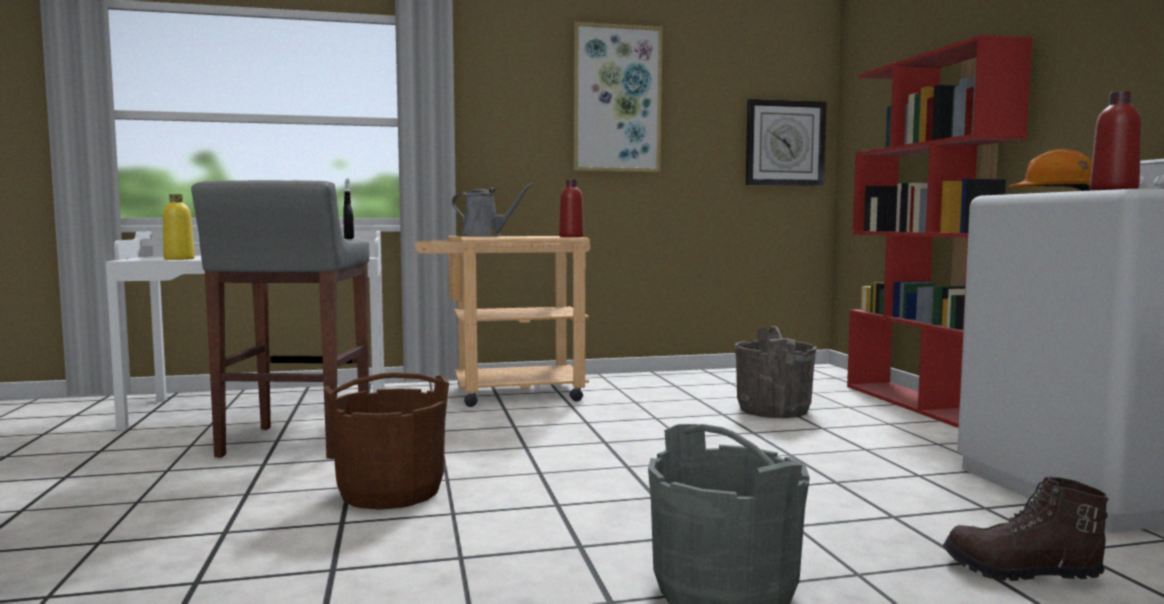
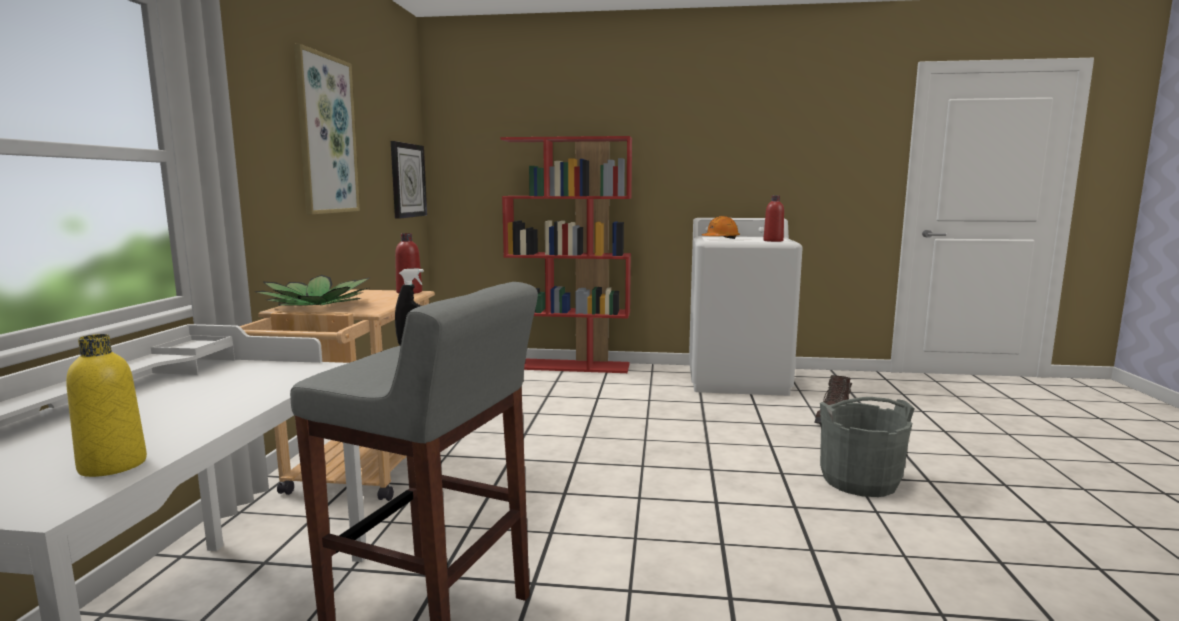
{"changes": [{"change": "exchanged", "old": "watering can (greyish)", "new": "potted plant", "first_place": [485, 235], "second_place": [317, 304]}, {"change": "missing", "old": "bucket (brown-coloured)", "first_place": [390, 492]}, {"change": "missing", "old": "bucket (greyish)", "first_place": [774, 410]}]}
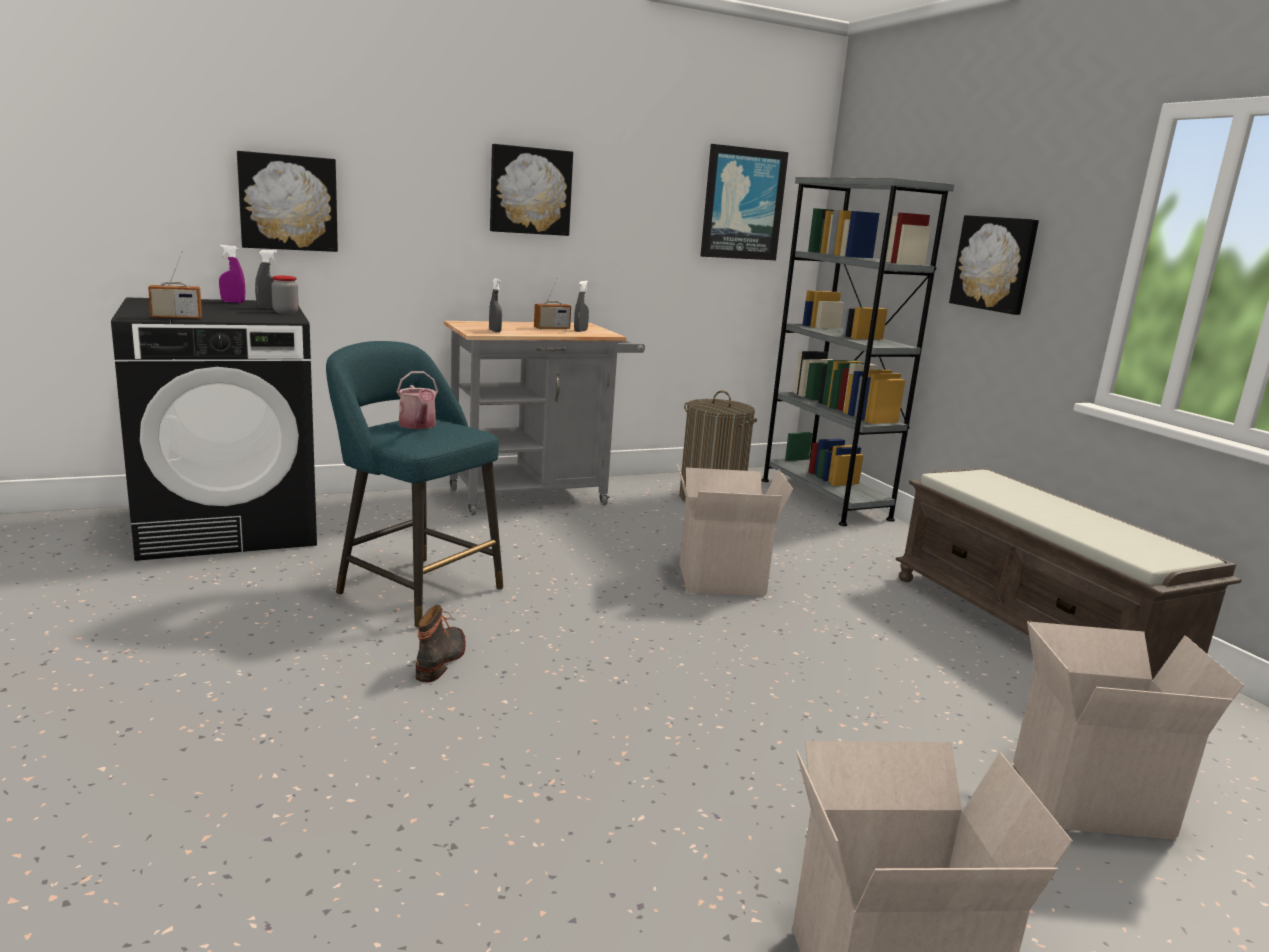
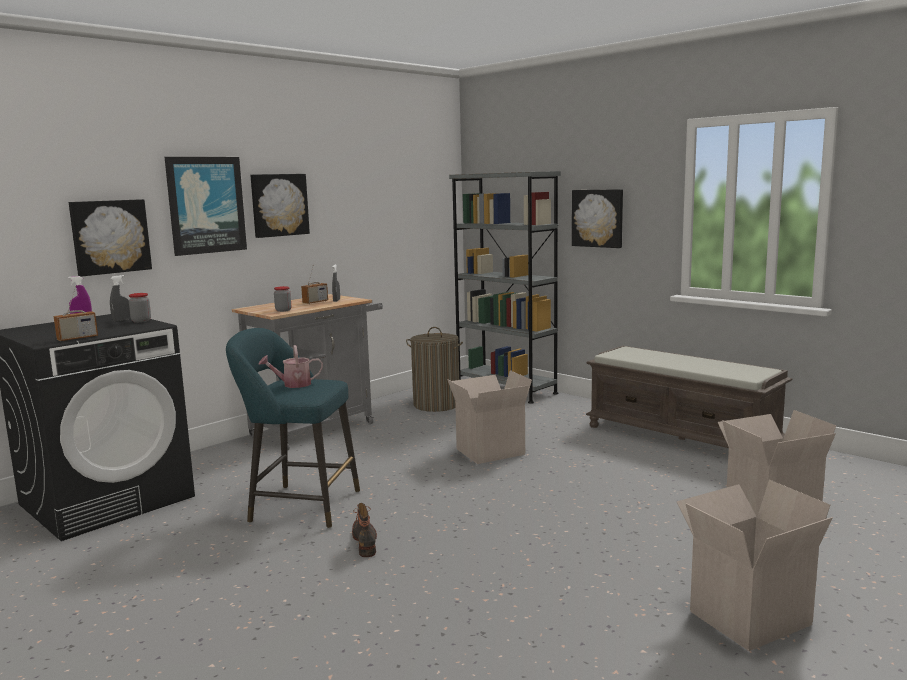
{"changes": [{"change": "relocated", "old": "picture", "first_place": [742, 204], "second_place": [206, 205]}, {"change": "spun", "old": "watering can", "first_place": [418, 426], "second_place": [293, 384], "degrees": 120}, {"change": "exchanged", "old": "spray bottle (greyish)", "new": "jar", "first_place": [495, 331], "second_place": [283, 310]}]}
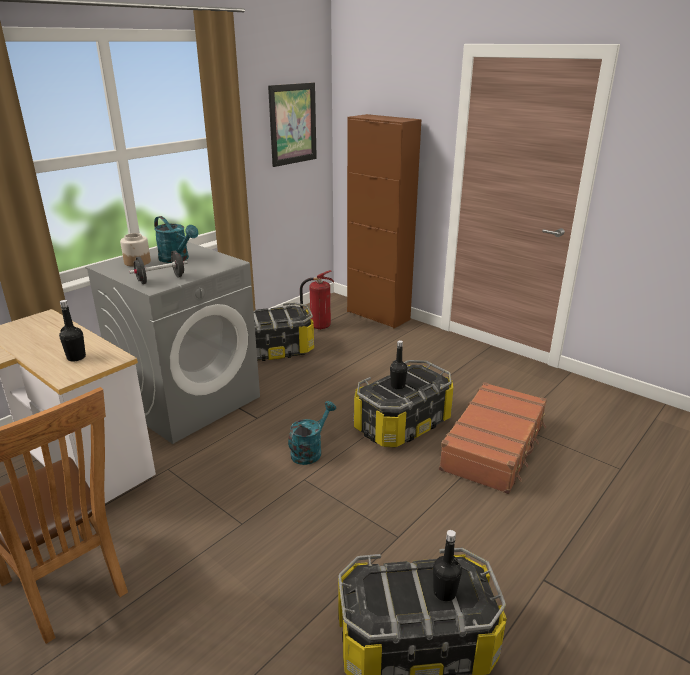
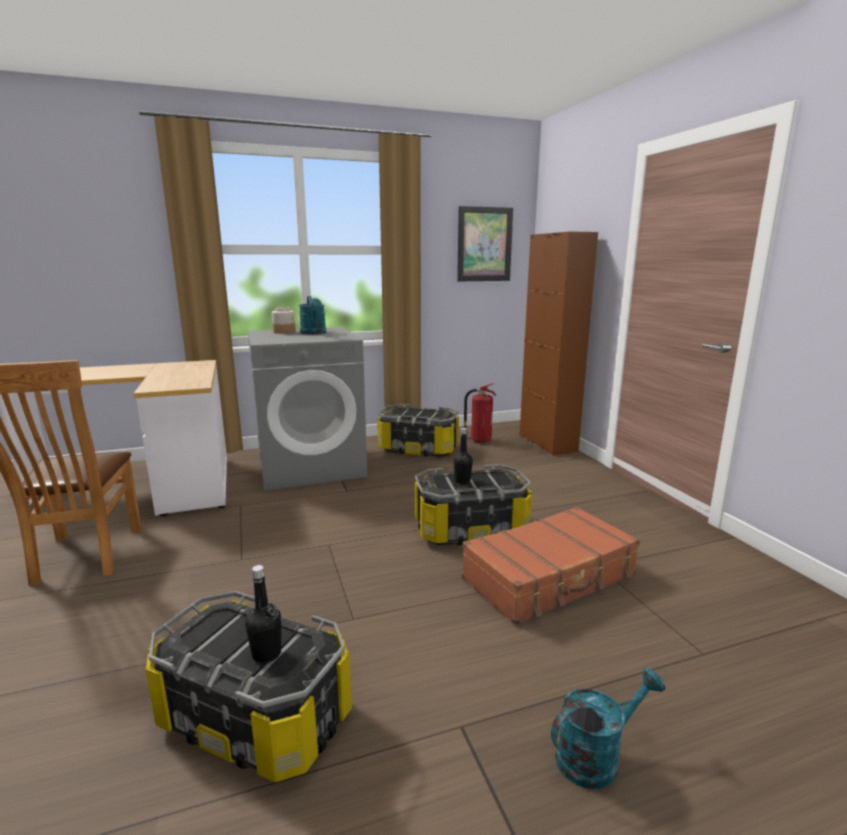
{"changes": [{"change": "relocated", "old": "watering can (blue-green)", "first_place": [310, 451], "second_place": [596, 755]}, {"change": "missing", "old": "drink bottle (blackish)", "first_place": [76, 357]}, {"change": "missing", "old": "hand weight (blackish)", "first_place": [161, 279]}]}
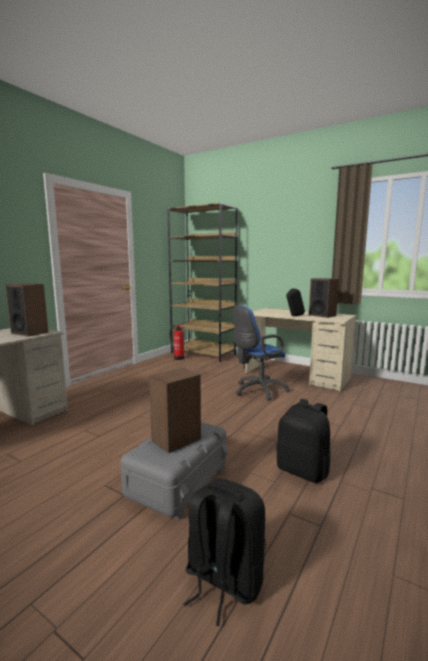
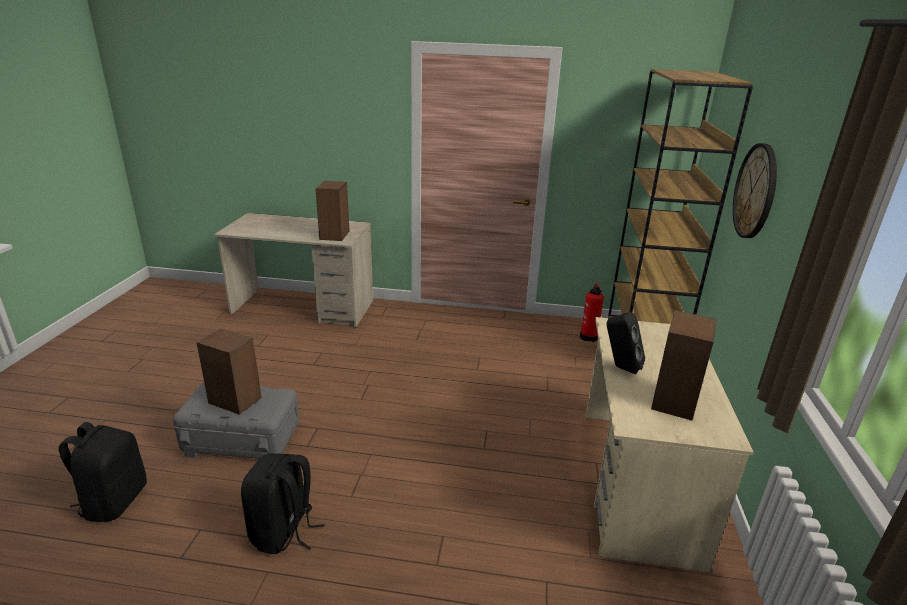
{"changes": [{"change": "appeared", "new": "wall clock", "second_place": [755, 191]}, {"change": "missing", "old": "desk chair (blue)", "first_place": [257, 391]}]}
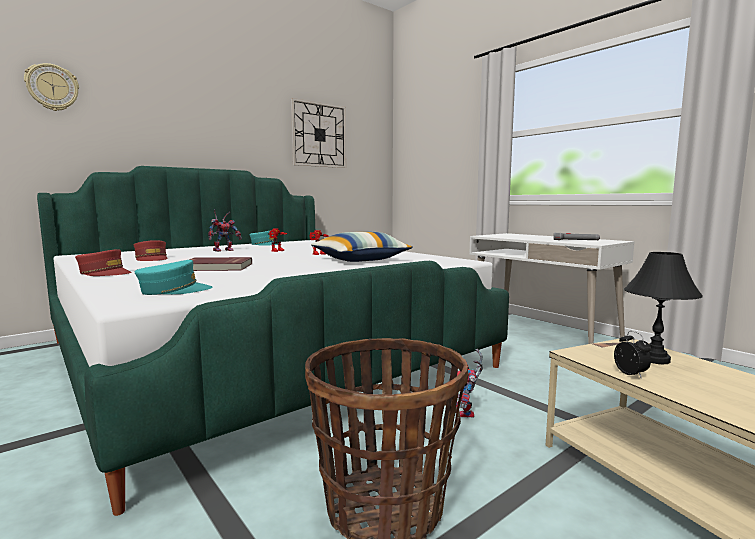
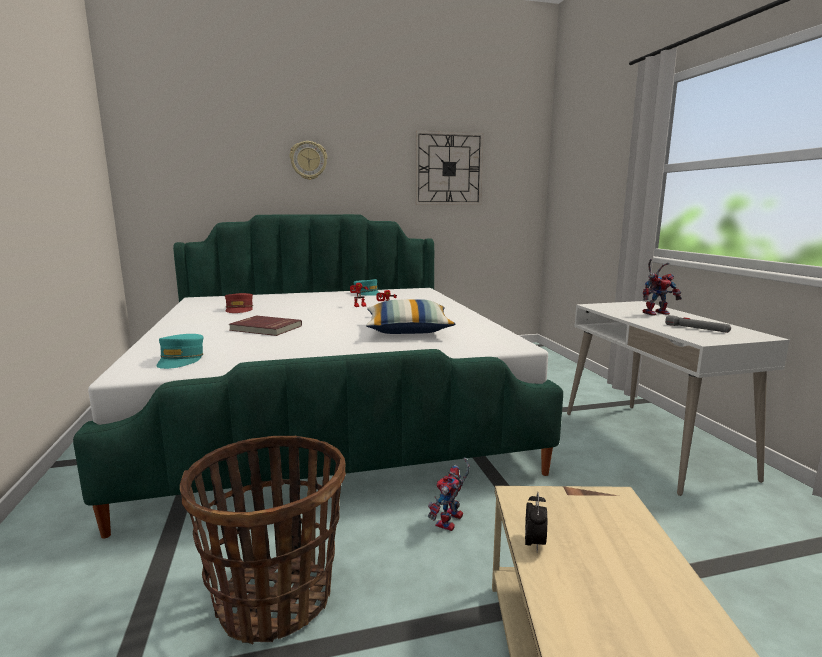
{"changes": [{"change": "spun", "old": "baseball cap (blue-green)", "first_place": [174, 291], "second_place": [181, 360], "degrees": 90}, {"change": "relocated", "old": "wall clock", "first_place": [52, 87], "second_place": [308, 160]}, {"change": "relocated", "old": "model robot", "first_place": [224, 250], "second_place": [656, 313]}, {"change": "missing", "old": "baseball cap (reddish)", "first_place": [104, 273]}, {"change": "missing", "old": "lamp for a table (blackish)", "first_place": [654, 359]}]}
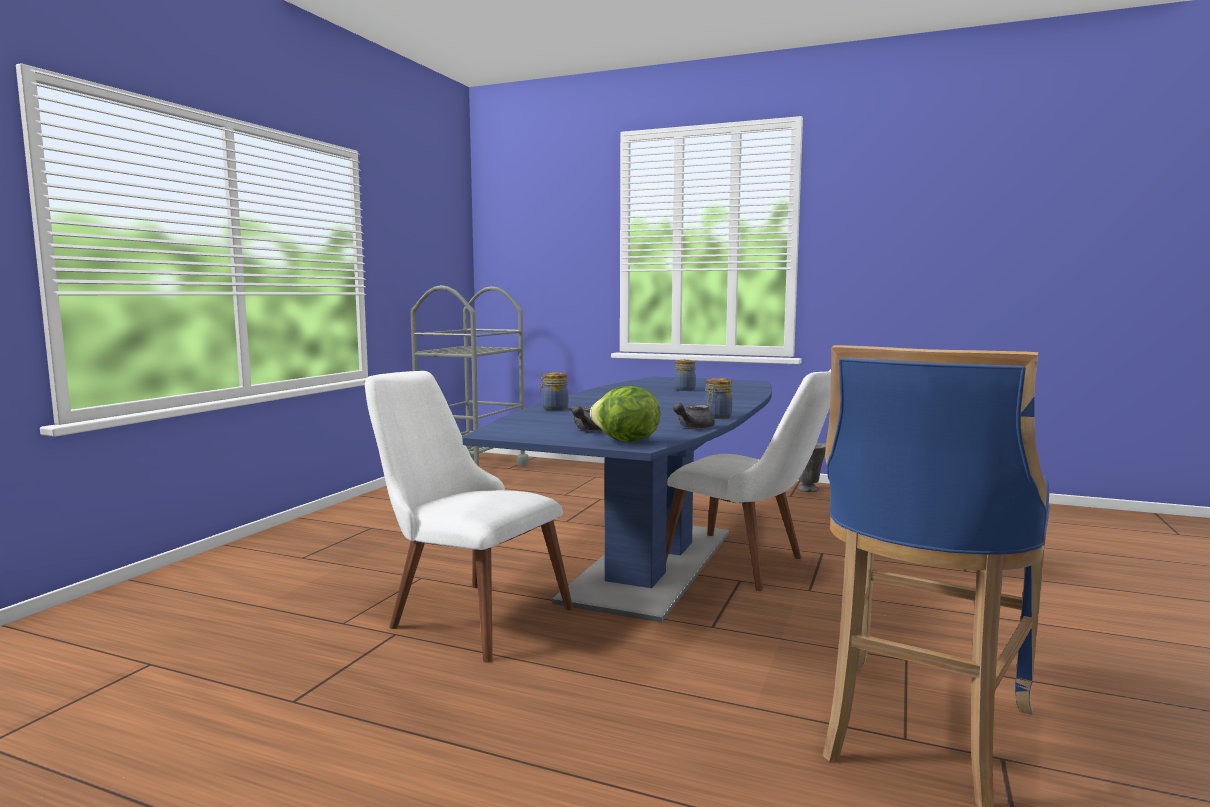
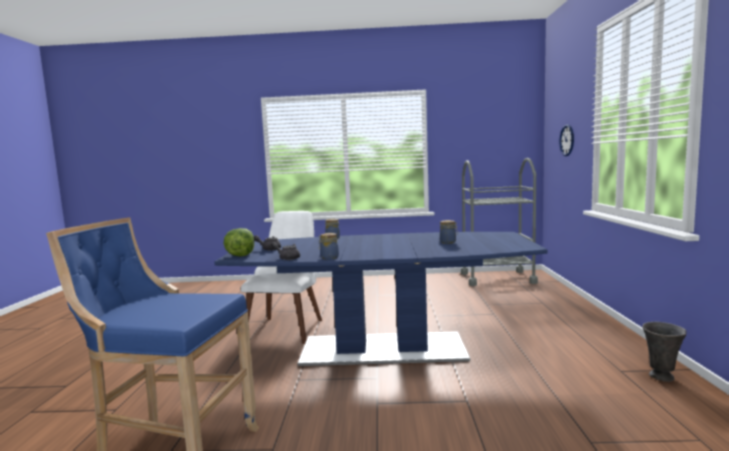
{"changes": [{"change": "appeared", "new": "wall clock", "second_place": [567, 140]}, {"change": "missing", "old": "upright chair (white-coloured)", "first_place": [750, 566]}]}
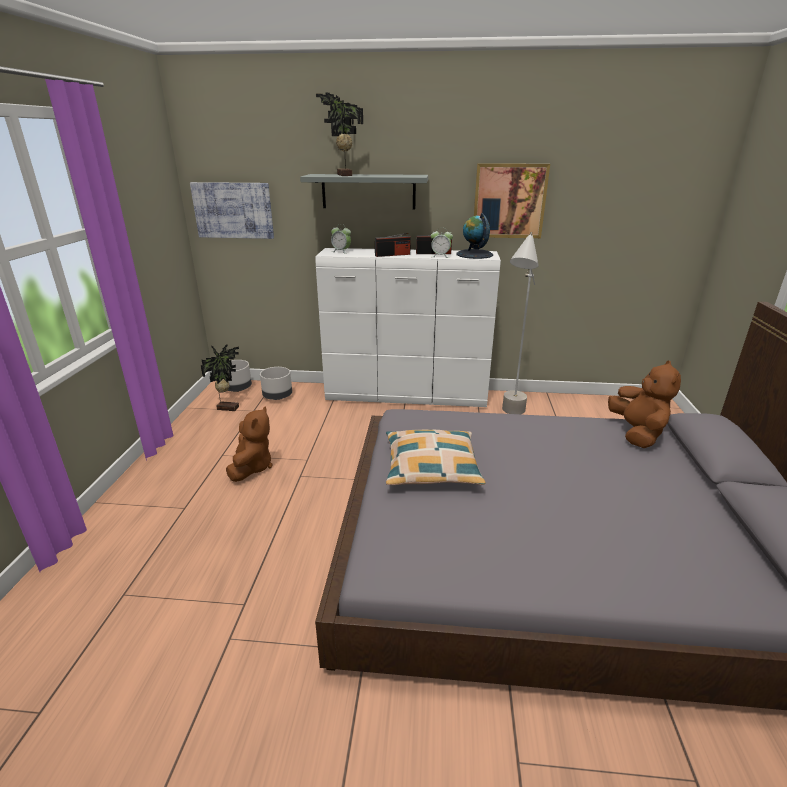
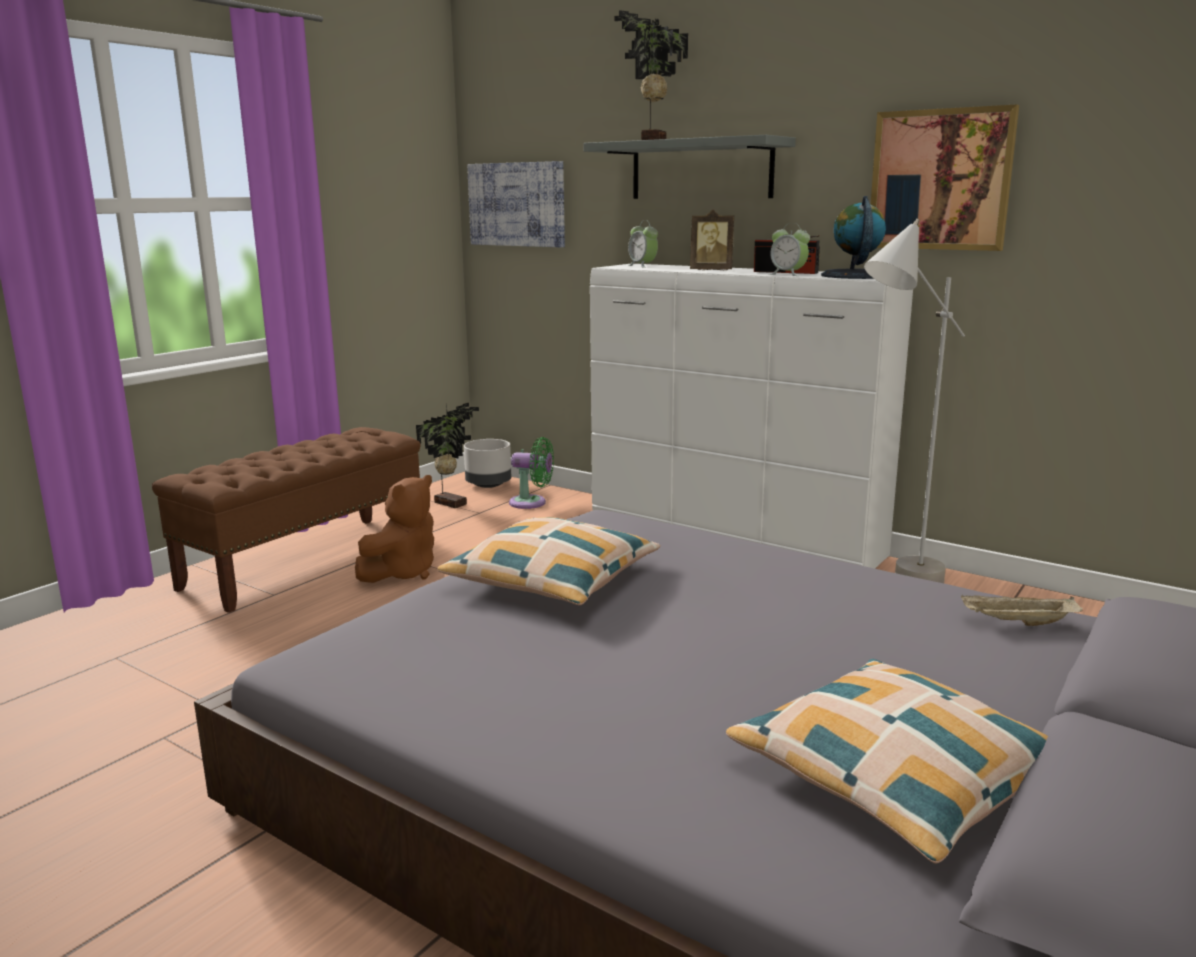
{"changes": [{"change": "appeared", "new": "bench (brown-coloured)", "second_place": [307, 561]}, {"change": "exchanged", "old": "planter (greyish)", "new": "electric fan (greenish)", "first_place": [277, 396], "second_place": [531, 503]}, {"change": "exchanged", "old": "radio", "new": "picture frame", "first_place": [392, 255], "second_place": [711, 271]}, {"change": "appeared", "new": "pillow", "second_place": [896, 774]}, {"change": "exchanged", "old": "cuddly toy (brown-coloured)", "new": "carrying tray (beige-coloured)", "first_place": [637, 433], "second_place": [1017, 623]}]}
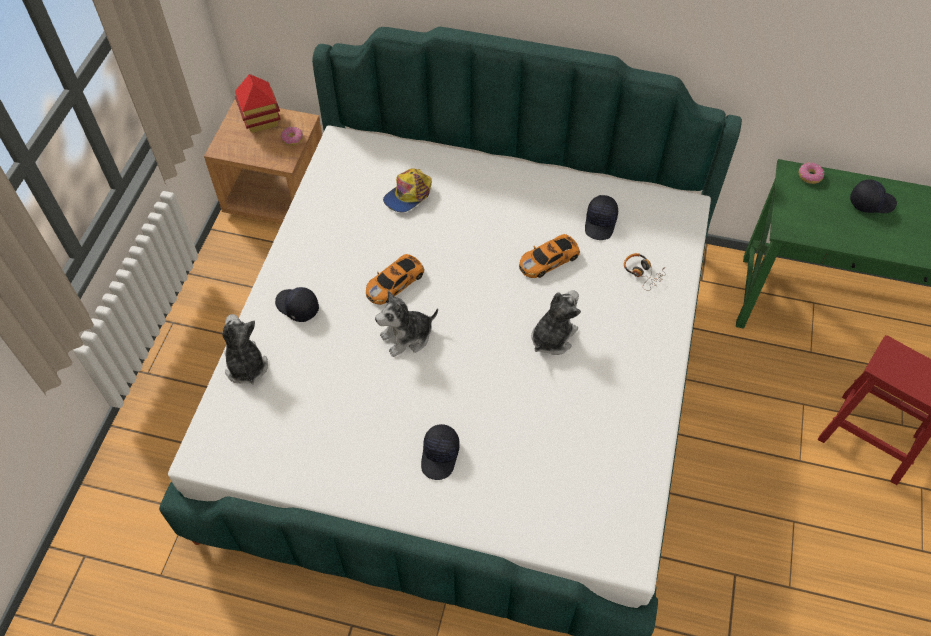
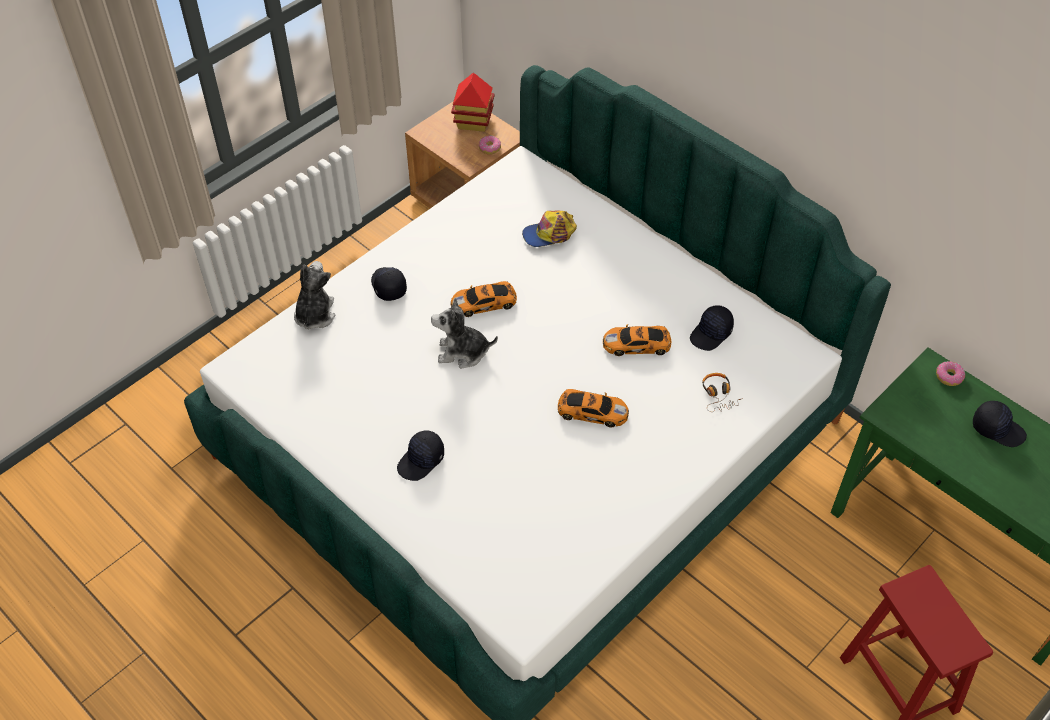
{"changes": [{"change": "exchanged", "old": "cuddly toy", "new": "toy car", "first_place": [552, 337], "second_place": [591, 411]}]}
